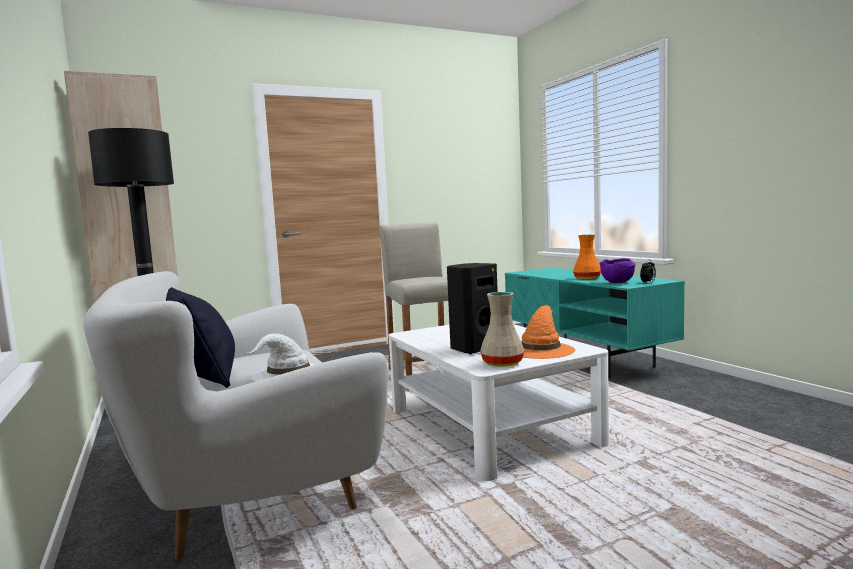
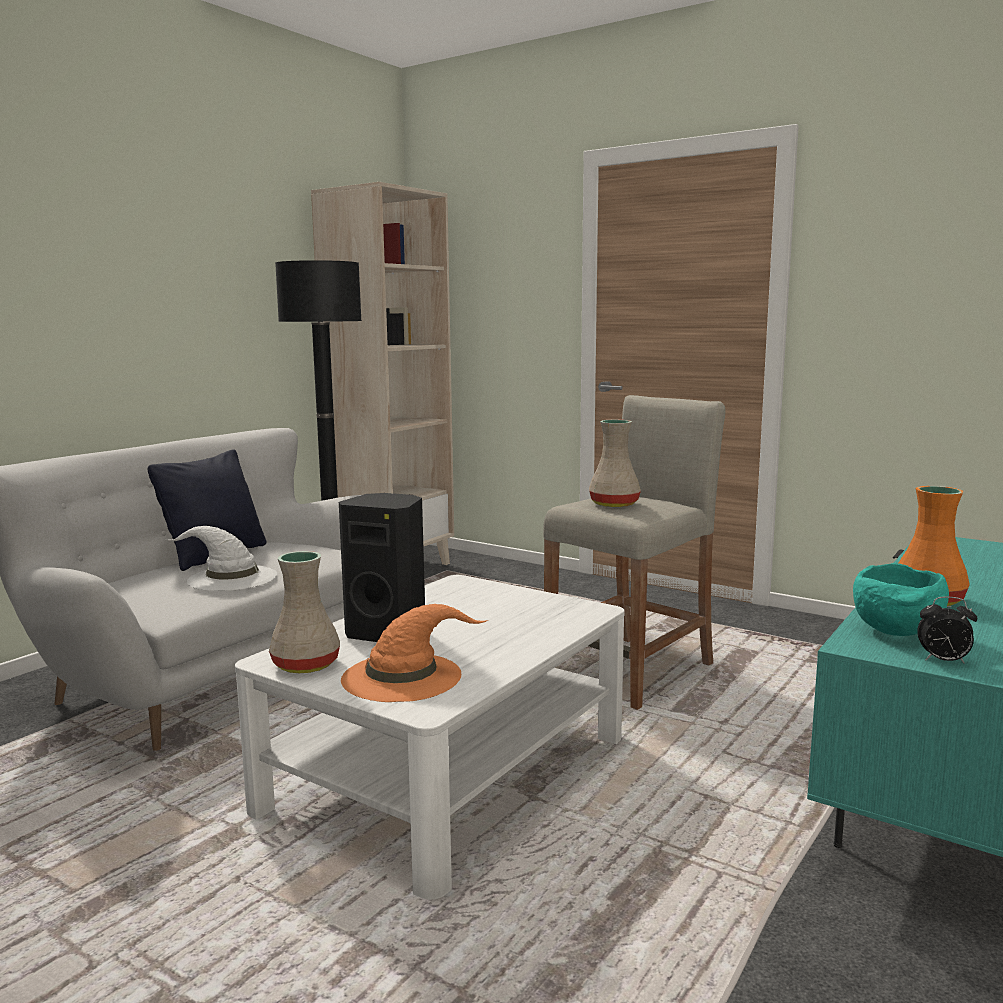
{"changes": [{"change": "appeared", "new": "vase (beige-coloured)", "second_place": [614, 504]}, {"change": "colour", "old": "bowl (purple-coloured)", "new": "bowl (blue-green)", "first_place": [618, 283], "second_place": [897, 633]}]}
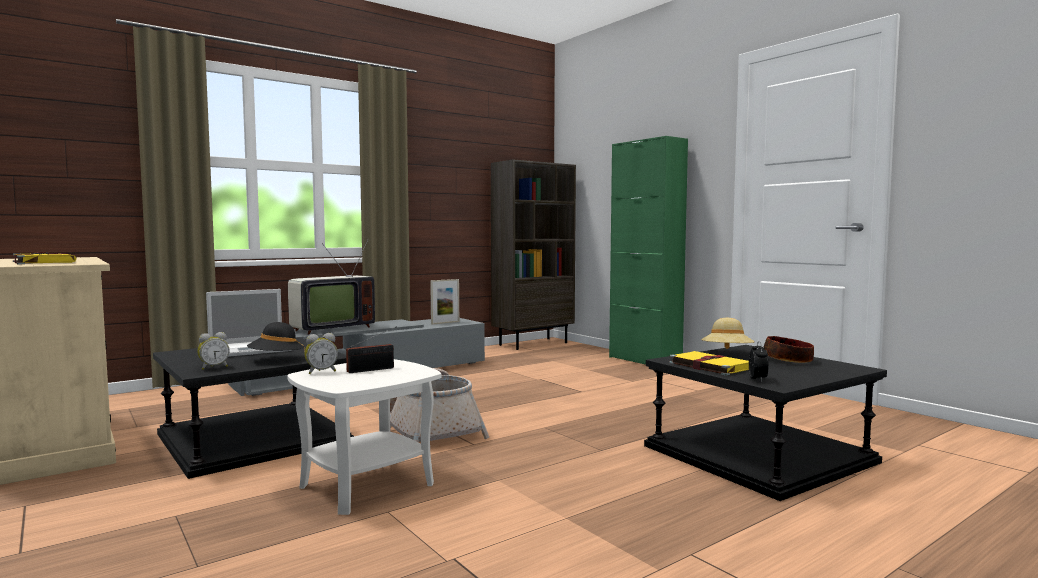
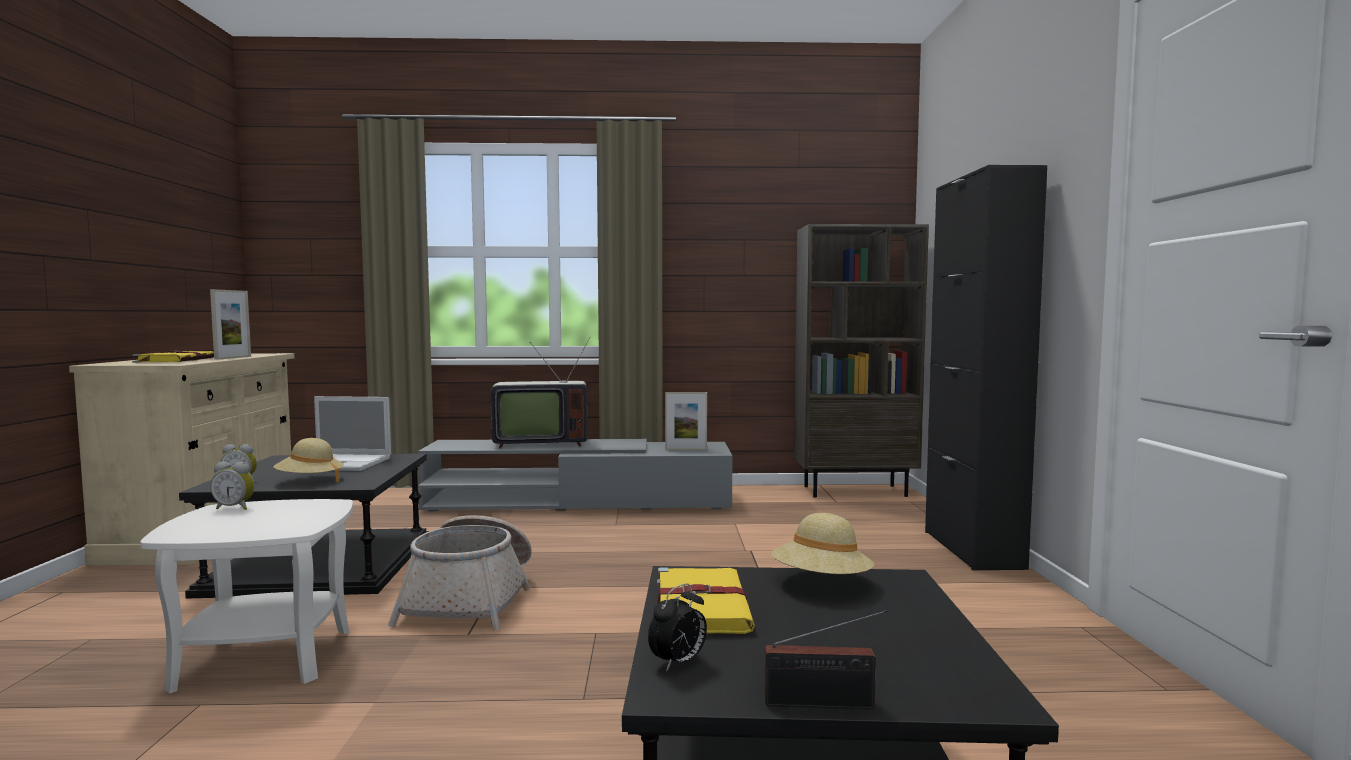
{"changes": [{"change": "appeared", "new": "picture frame", "second_place": [233, 358]}, {"change": "colour", "old": "clothing hat (blackish)", "new": "clothing hat (beige-coloured)", "first_place": [276, 359], "second_place": [309, 481]}, {"change": "relocated", "old": "radio", "first_place": [373, 369], "second_place": [825, 704]}, {"change": "colour", "old": "cabinet (greenish)", "new": "cabinet (blackish)", "first_place": [644, 361], "second_place": [972, 549]}, {"change": "missing", "old": "bowl", "first_place": [788, 360]}]}
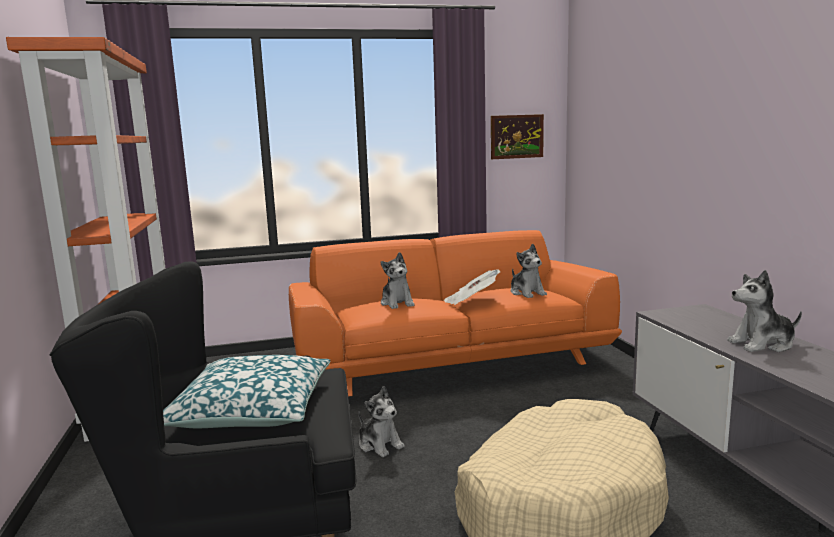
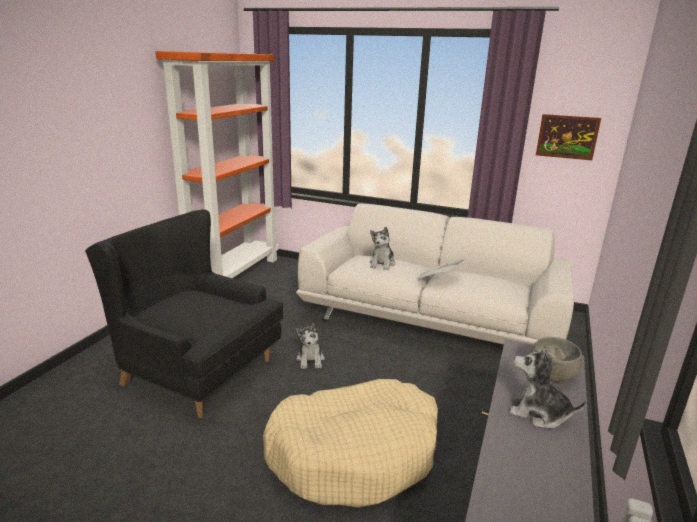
{"changes": [{"change": "colour", "old": "couch (orange)", "new": "couch (white-coloured)", "first_place": [449, 363], "second_place": [431, 319]}, {"change": "appeared", "new": "bowl (greyish)", "second_place": [551, 375]}, {"change": "missing", "old": "pillow", "first_place": [251, 410]}, {"change": "missing", "old": "cuddly toy", "first_place": [527, 293]}]}
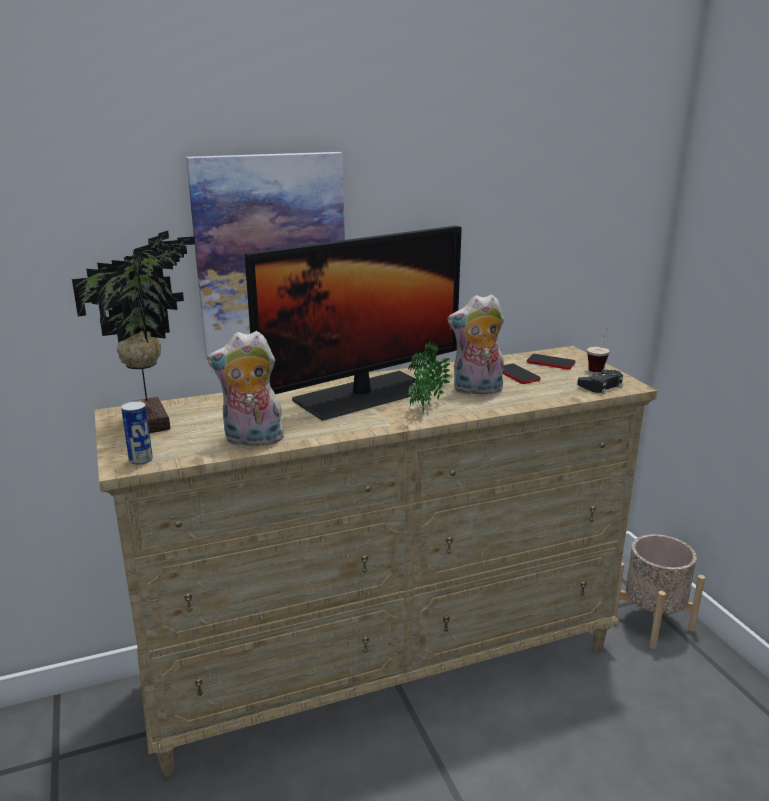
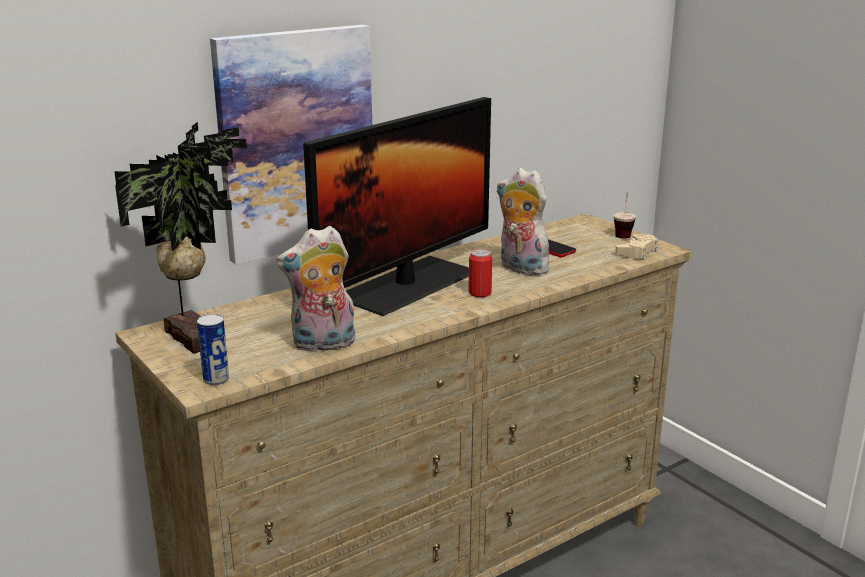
{"changes": [{"change": "exchanged", "old": "potted plant", "new": "can", "first_place": [424, 409], "second_place": [479, 293]}, {"change": "spun", "old": "cuddly toy", "first_place": [476, 390], "second_place": [520, 268], "degrees": 60}, {"change": "colour", "old": "joypad (blackish)", "new": "joypad (beige-coloured)", "first_place": [601, 386], "second_place": [637, 252]}, {"change": "missing", "old": "telephone", "first_place": [550, 363]}, {"change": "missing", "old": "planter (beige-coloured)", "first_place": [652, 622]}]}
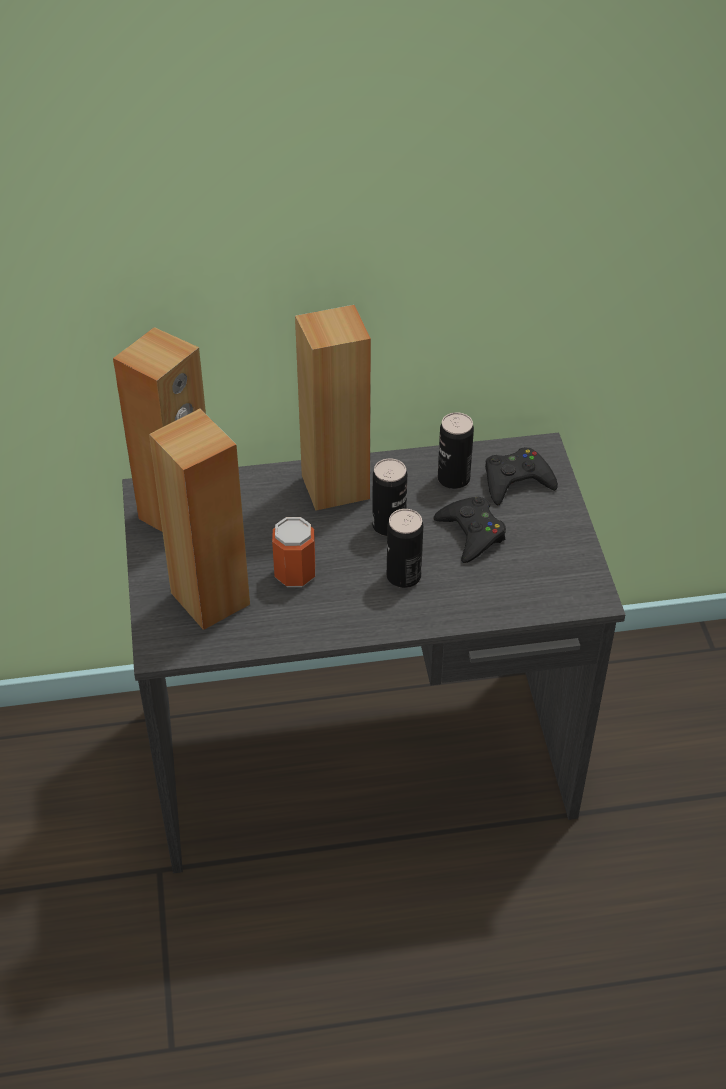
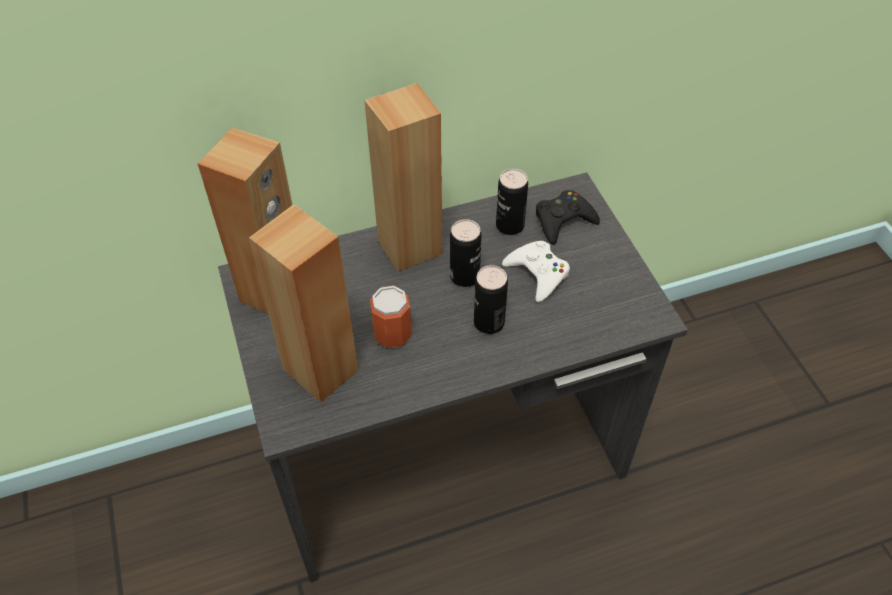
{"changes": [{"change": "colour", "old": "joypad (blackish)", "new": "joypad (white-coloured)", "first_place": [471, 533], "second_place": [537, 274]}]}
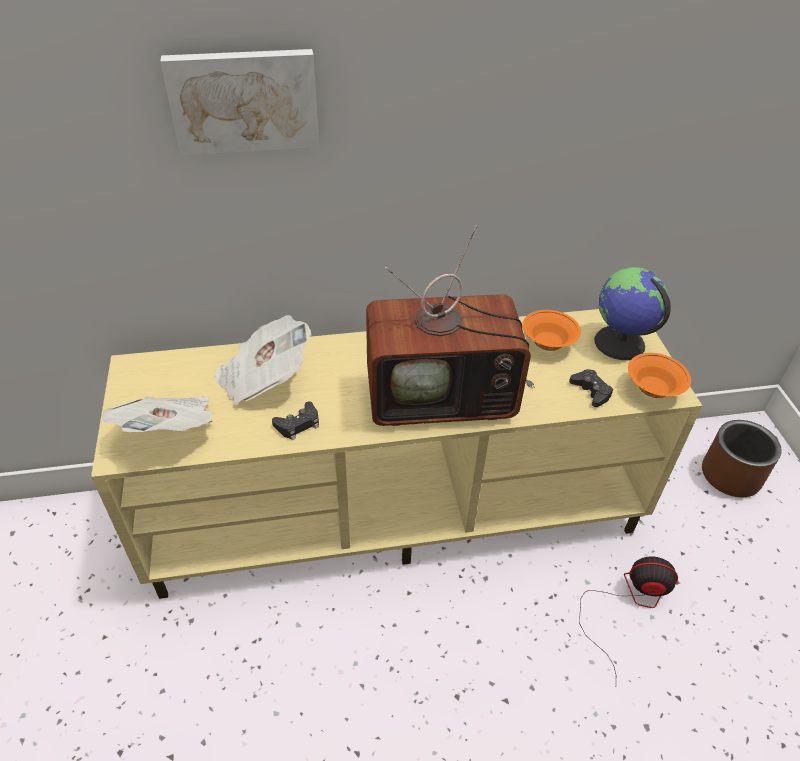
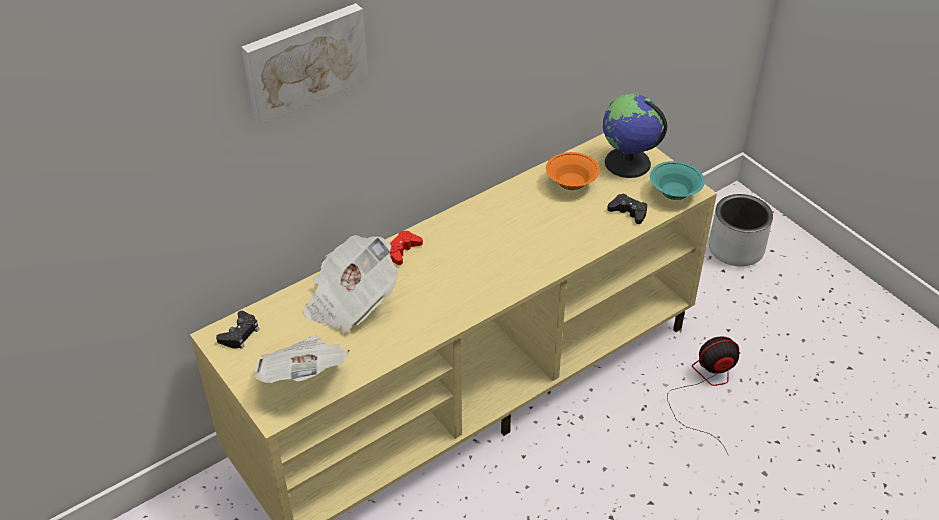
{"changes": [{"change": "relocated", "old": "joypad (blackish)", "first_place": [298, 424], "second_place": [239, 334]}, {"change": "appeared", "new": "joypad (reddish)", "second_place": [402, 251]}, {"change": "colour", "old": "bowl (orange)", "new": "bowl (blue-green)", "first_place": [652, 390], "second_place": [674, 194]}, {"change": "colour", "old": "planter (brown-coloured)", "new": "planter (greyish)", "first_place": [731, 475], "second_place": [736, 249]}, {"change": "missing", "old": "TV set", "first_place": [444, 395]}]}
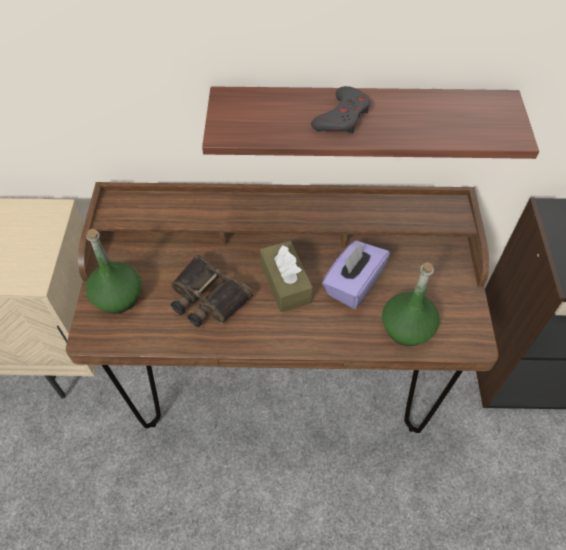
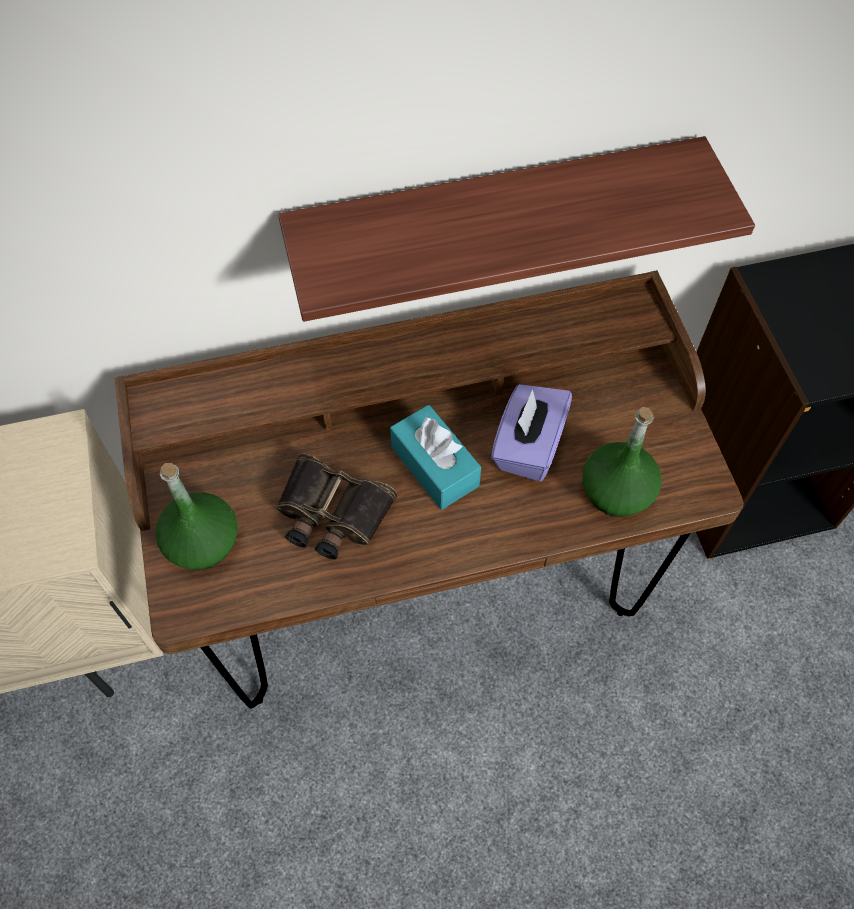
{"changes": [{"change": "colour", "old": "tissue box (brown-coloured)", "new": "tissue box (blue-green)", "first_place": [285, 283], "second_place": [434, 466]}, {"change": "missing", "old": "joypad (greyish)", "first_place": [342, 117]}]}
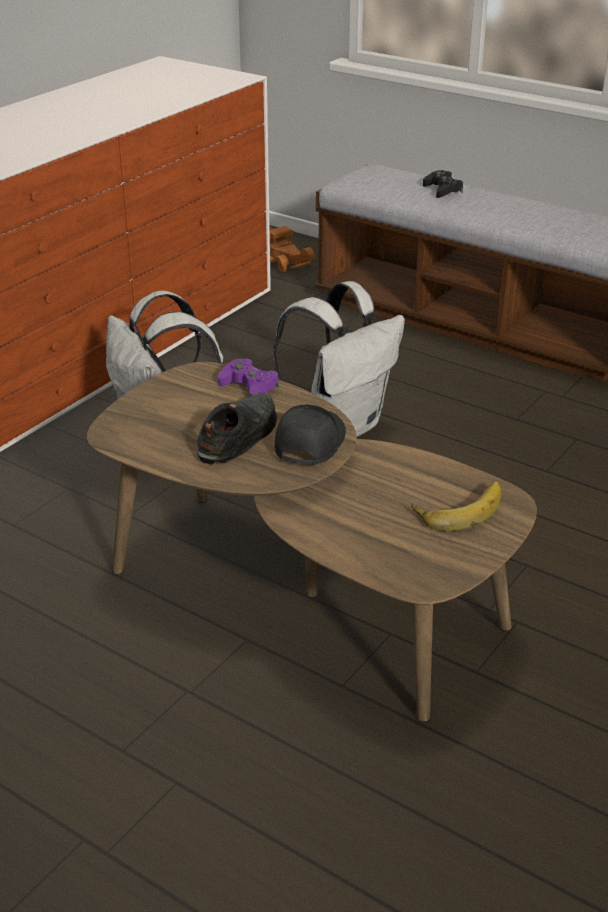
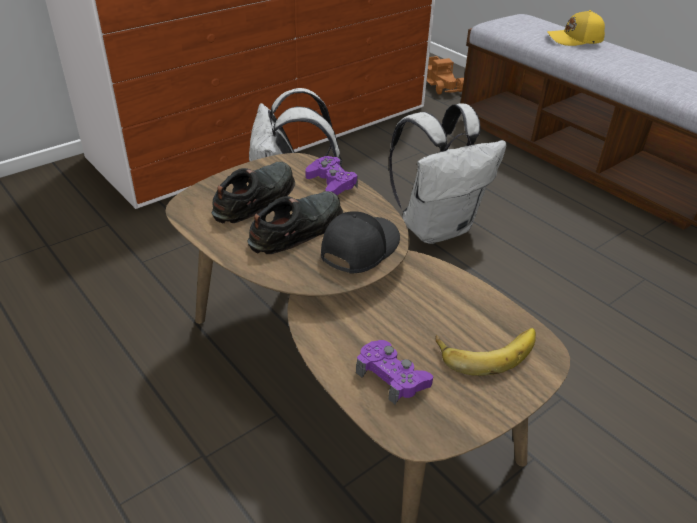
{"changes": [{"change": "appeared", "new": "shoe (blackish)", "second_place": [256, 198]}, {"change": "appeared", "new": "joypad (purple-coloured)", "second_place": [392, 377]}, {"change": "exchanged", "old": "joypad (blackish)", "new": "baseball cap (yellowish)", "first_place": [442, 190], "second_place": [575, 39]}]}
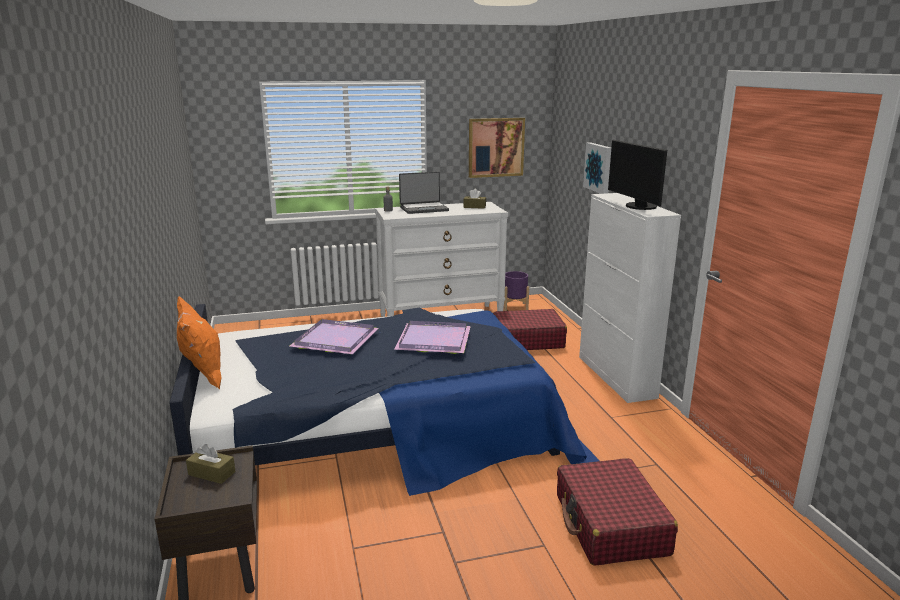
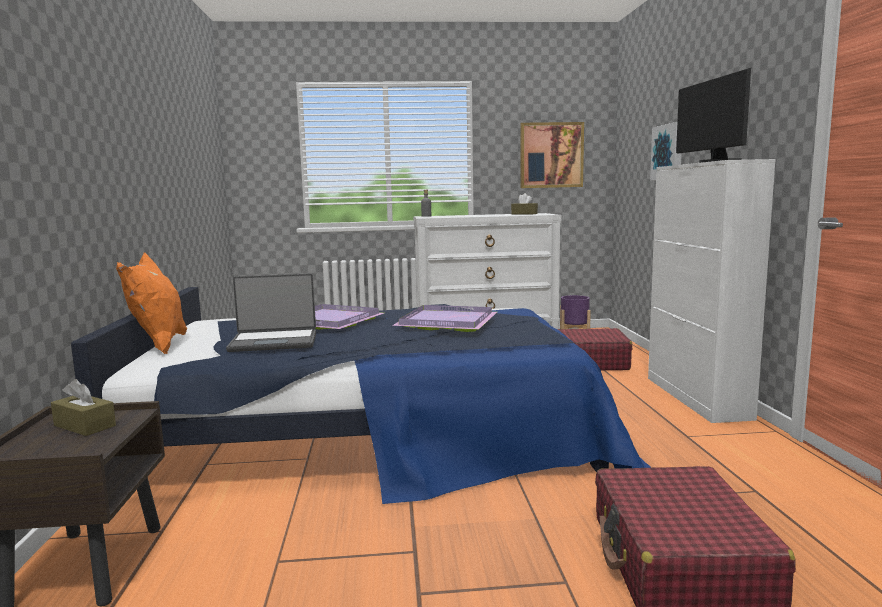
{"changes": [{"change": "relocated", "old": "notebook computer", "first_place": [424, 209], "second_place": [274, 342]}]}
